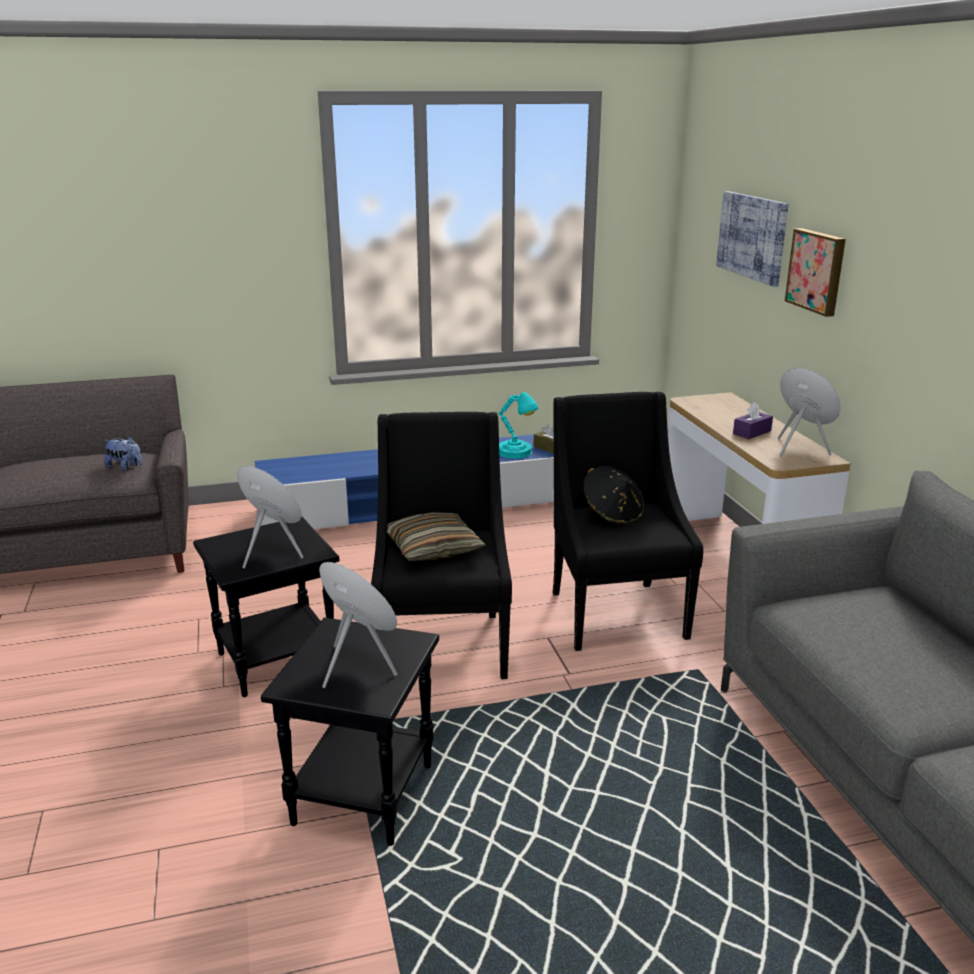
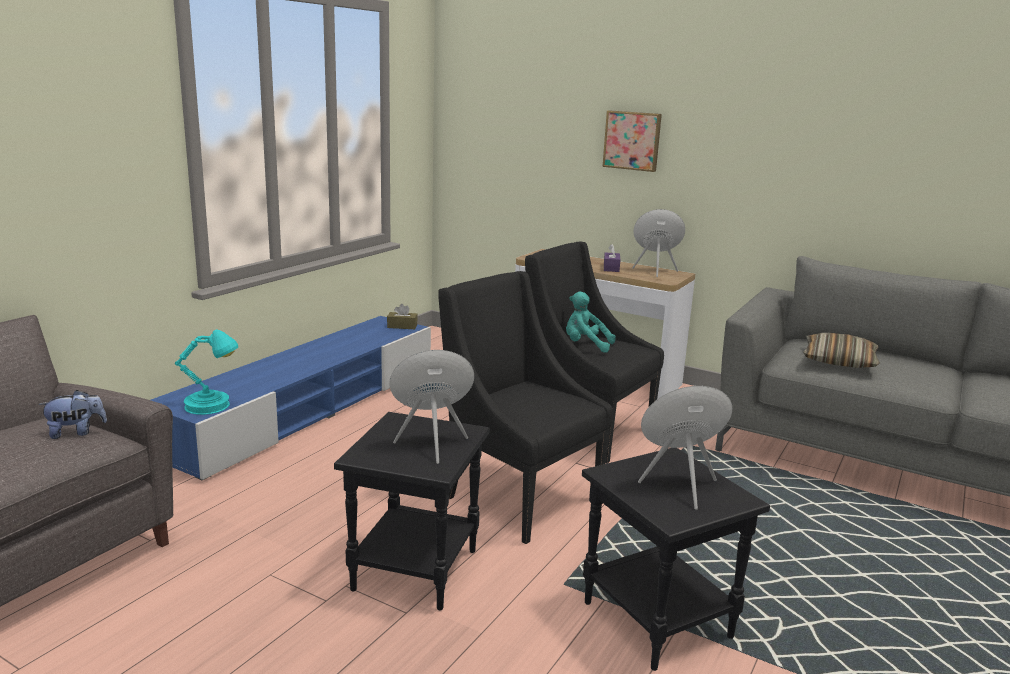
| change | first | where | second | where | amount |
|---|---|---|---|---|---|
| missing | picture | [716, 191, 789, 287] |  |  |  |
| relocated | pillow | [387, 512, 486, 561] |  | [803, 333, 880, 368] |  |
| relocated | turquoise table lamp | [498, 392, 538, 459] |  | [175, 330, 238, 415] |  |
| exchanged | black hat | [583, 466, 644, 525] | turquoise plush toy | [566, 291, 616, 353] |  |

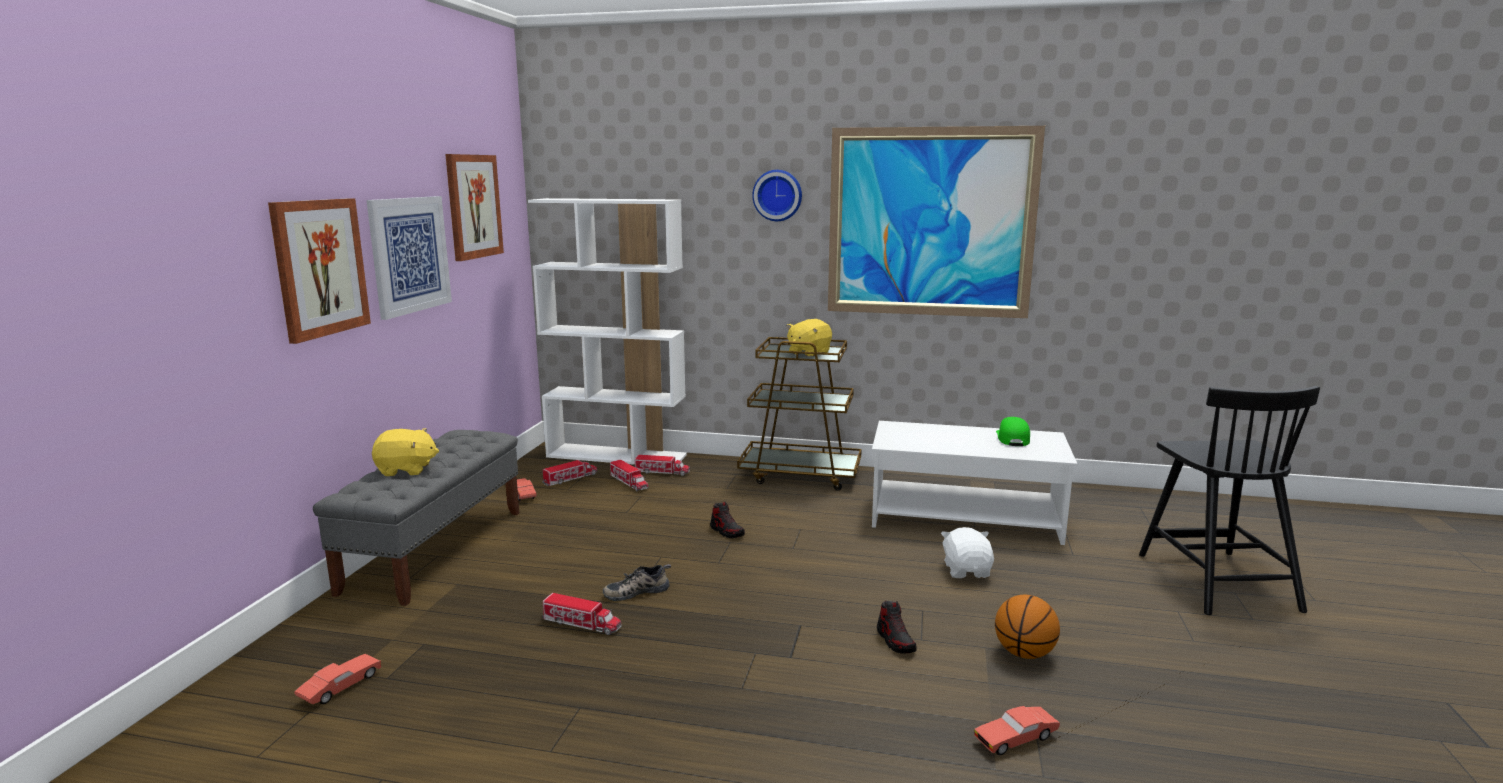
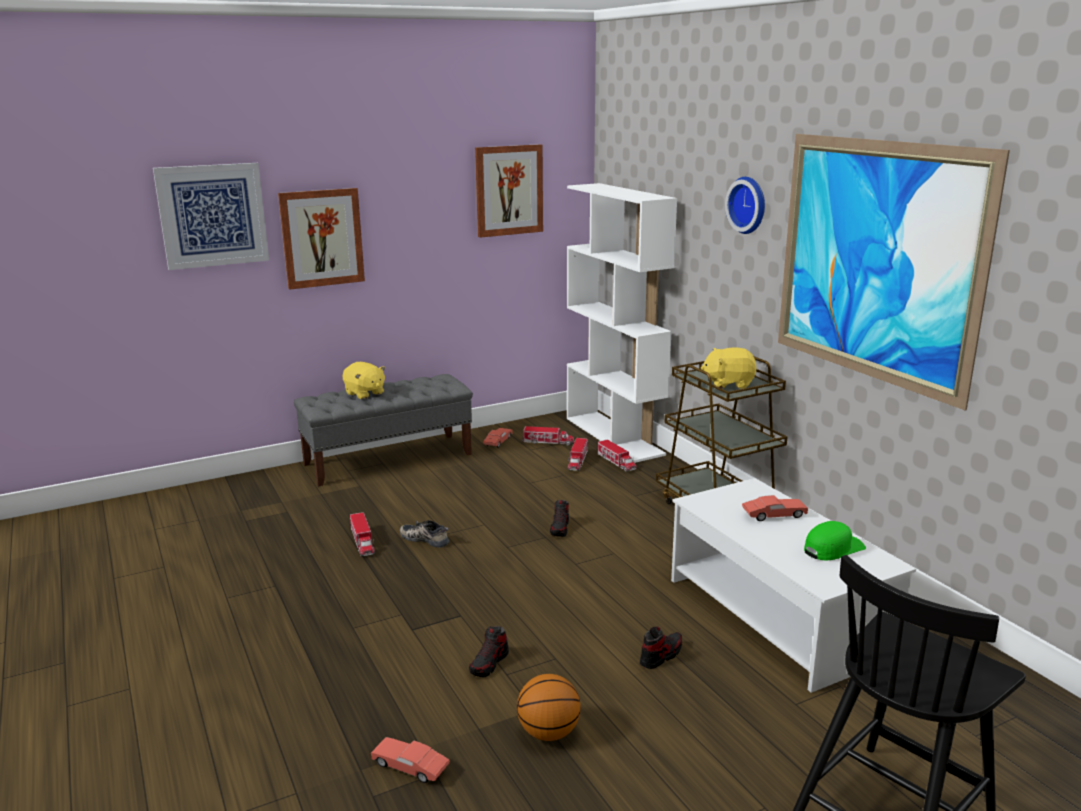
| change | first | where | second | where | amount |
|---|---|---|---|---|---|
| relocated | red toy car | [294, 654, 382, 704] |  | [742, 495, 808, 521] |  |
| relocated | picture | [366, 196, 452, 320] |  | [153, 163, 269, 270] |  |
| exchanged | white plush toy | [941, 527, 994, 578] | shoe | [640, 627, 682, 669] |  |

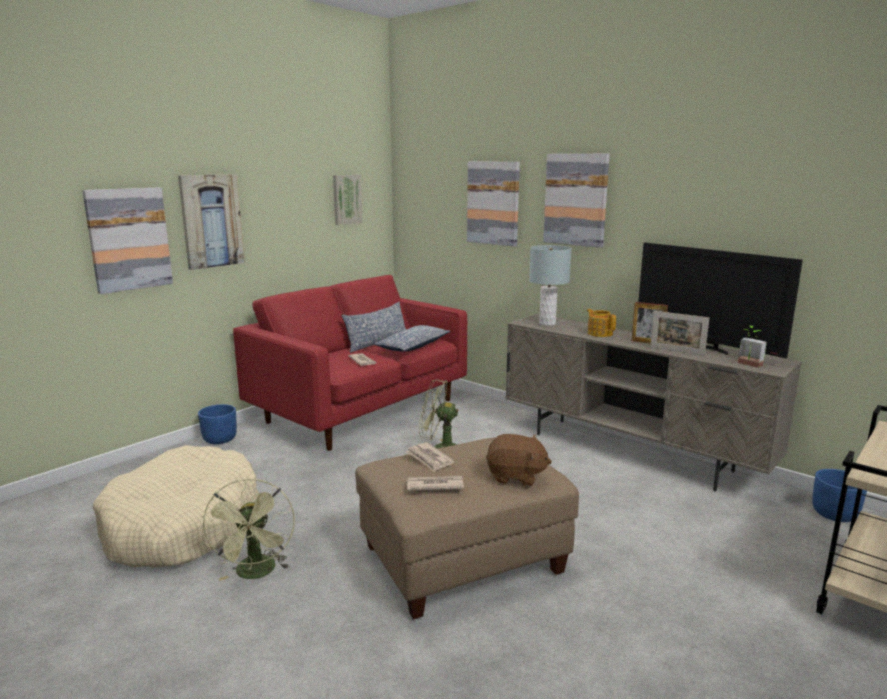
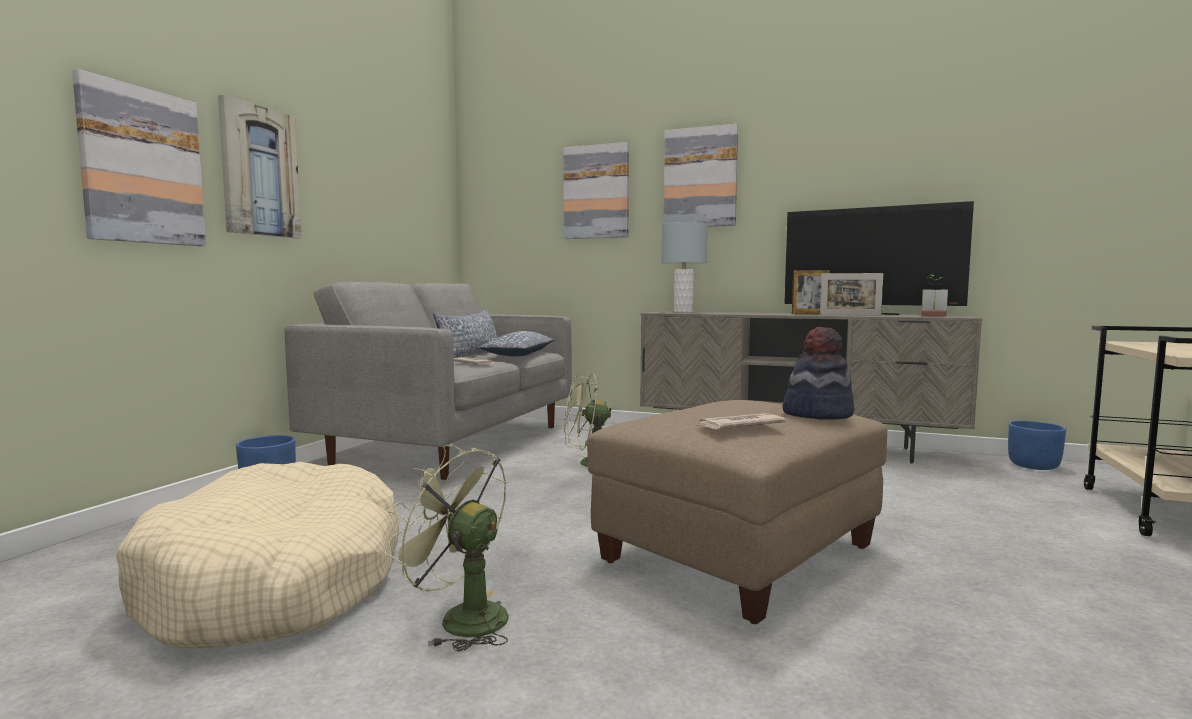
| change | first | where | second | where | amount |
|---|---|---|---|---|---|
| missing | picture | [333, 175, 363, 225] |  |  |  |
| missing | newspaper | [406, 442, 455, 472] |  |  |  |
| missing | teapot | [587, 309, 616, 337] |  |  |  |
| exchanged | brown plush toy | [486, 434, 552, 486] | hat | [782, 327, 854, 420] |  |
| colour | red sofa | [233, 275, 467, 451] | grey sofa | [285, 281, 572, 480] |  |
| spun | green fan | [202, 479, 295, 581] |  | [384, 445, 509, 652] | 150 degrees clockwise |

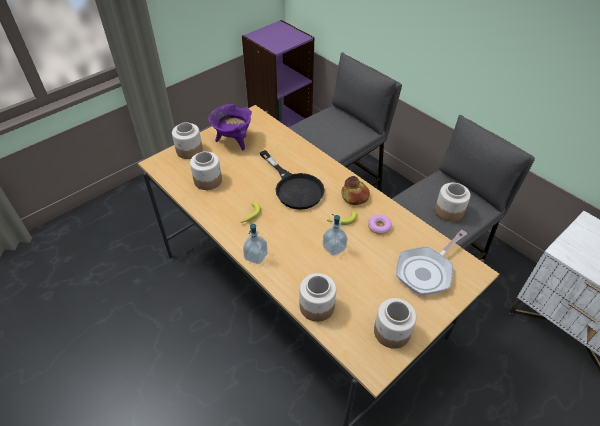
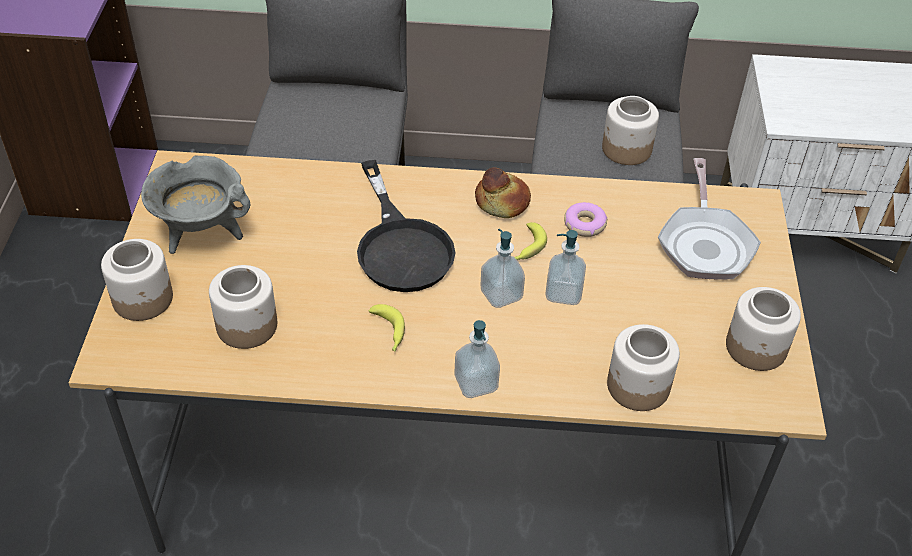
| change | first | where | second | where | amount |
|---|---|---|---|---|---|
| appeared |  |  | soap dispenser | [481, 229, 525, 308] |  |
| colour | purple cooking pot | [208, 104, 252, 150] | grey cooking pot | [141, 155, 251, 254] |  |
| spun | black frying pan | [260, 150, 325, 210] |  | [357, 160, 456, 292] | 60 degrees clockwise |

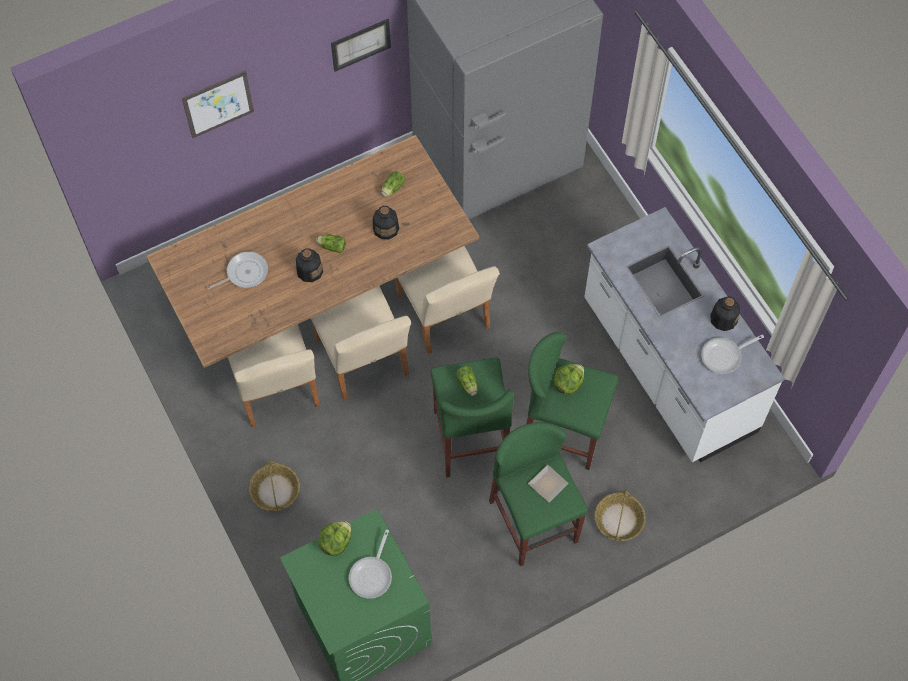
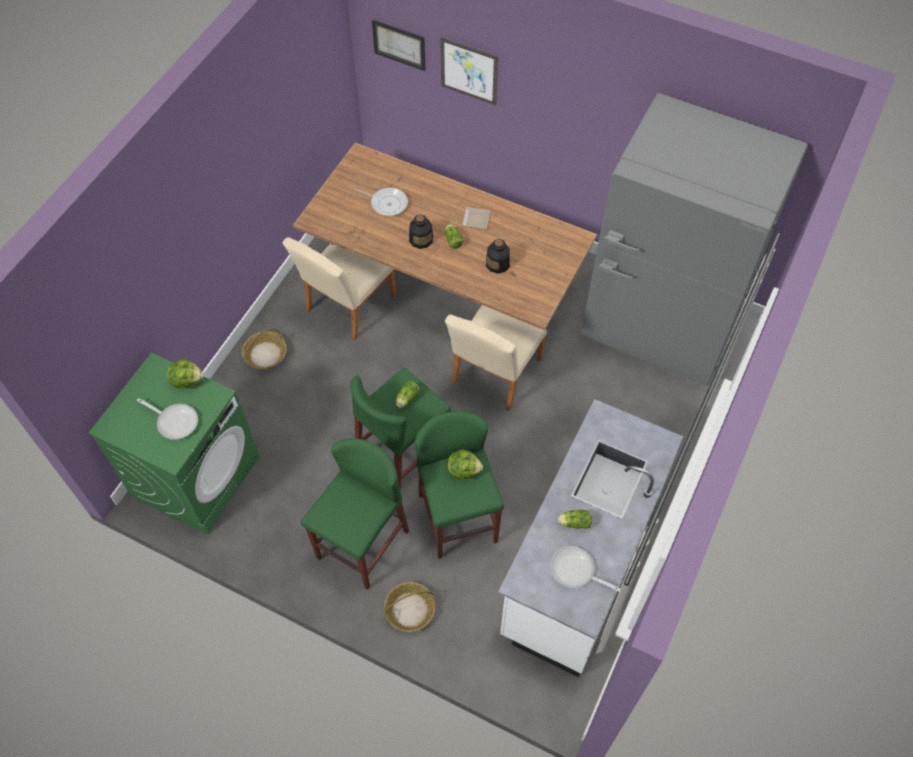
| change | first | where | second | where | amount |
|---|---|---|---|---|---|
| missing | beige chair | [311, 286, 411, 401] |  |  |  |
| missing | bottle | [710, 296, 740, 331] |  |  |  |
| relocated | picture | [331, 19, 391, 72] |  | [372, 20, 425, 71] |  |
| relocated | lettuce | [381, 171, 405, 197] |  | [558, 510, 592, 529] |  |
| relocated | plate | [528, 465, 569, 502] |  | [462, 207, 490, 229] |  |
| spun | frying pan | [349, 529, 392, 598] |  | [137, 398, 198, 440] | 135 degrees counterclockwise |

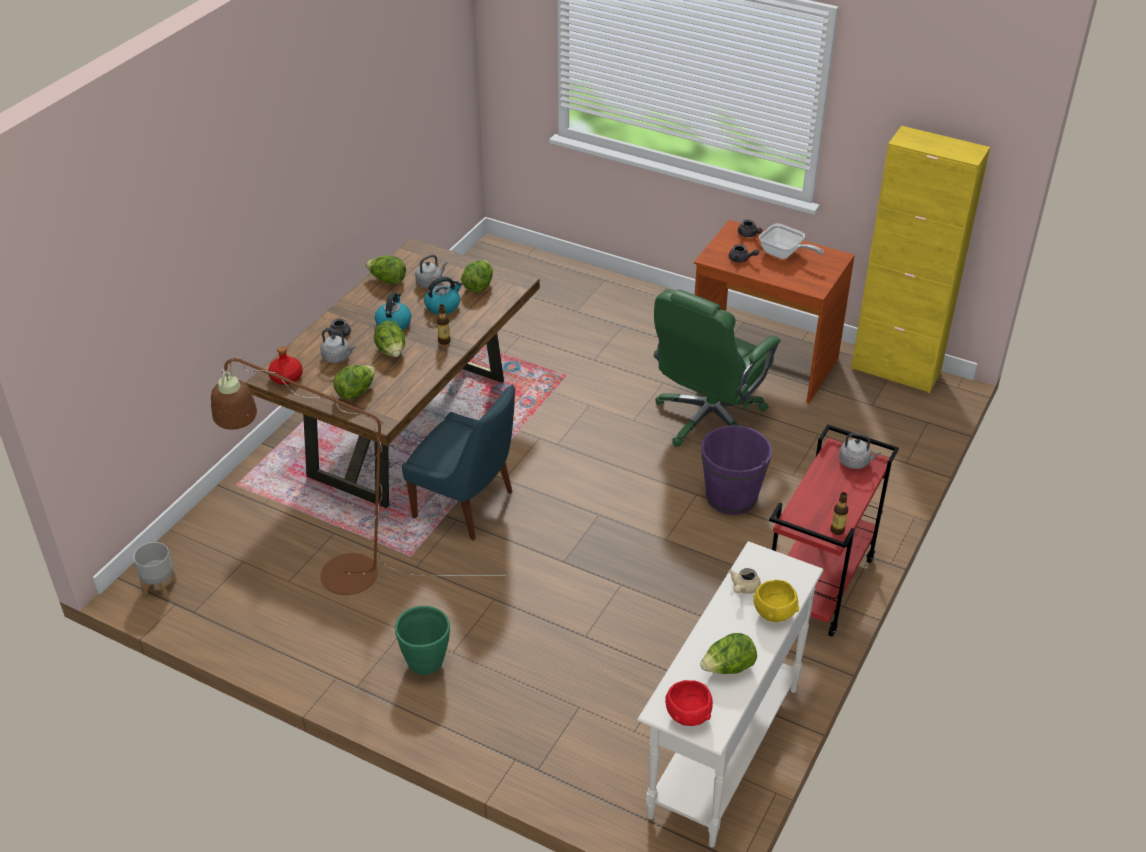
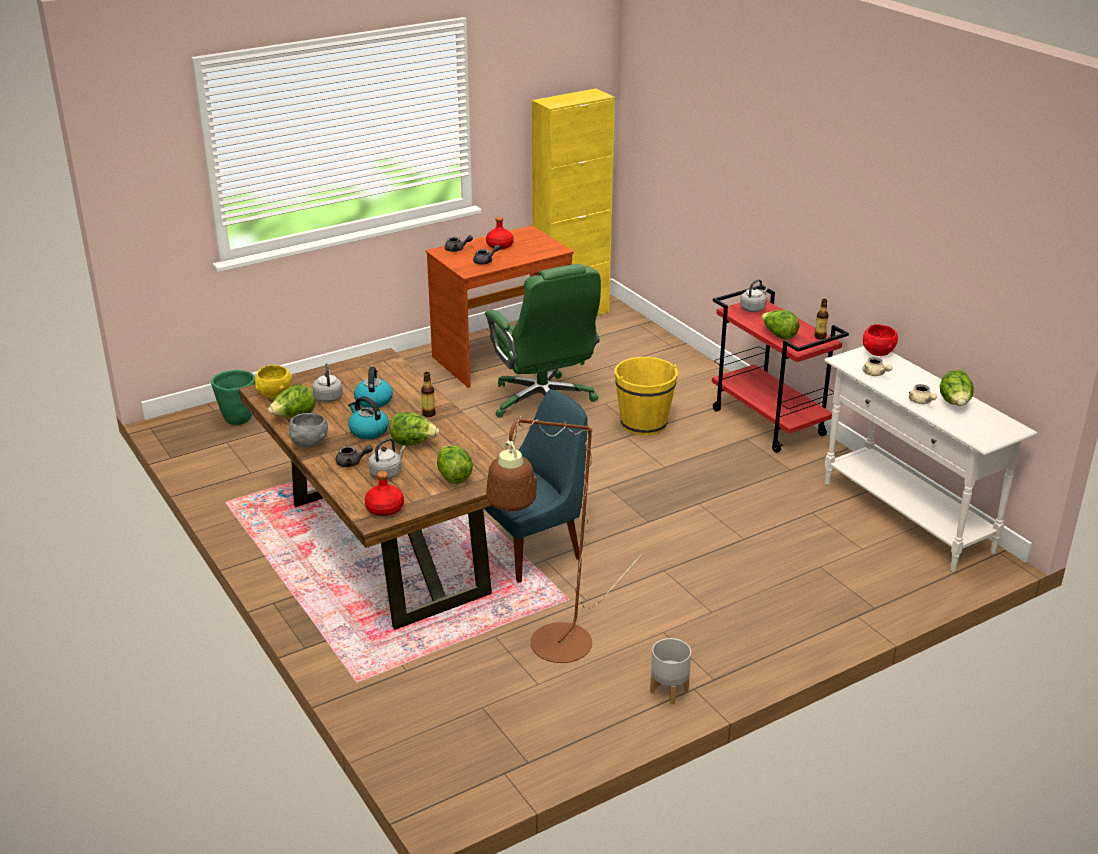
| change | first | where | second | where | amount |
|---|---|---|---|---|---|
| appeared |  |  | grey bowl | [289, 413, 328, 448] |  |
| appeared |  |  | beige teapot | [908, 384, 937, 404] |  |
| relocated | grey planter | [133, 542, 177, 597] |  | [650, 638, 691, 704] |  |
| relocated | green planter | [395, 606, 450, 675] |  | [211, 370, 255, 425] |  |
| relocated | lettuce | [461, 260, 493, 293] |  | [762, 310, 799, 340] |  |
| relocated | red bowl | [665, 680, 713, 726] |  | [863, 324, 898, 356] |  |
| relocated | yellow bowl | [753, 580, 799, 622] |  | [255, 365, 292, 398] |  |
| exchanged | frying pan | [759, 224, 824, 259] | red bottle | [486, 217, 514, 250] |  |
| colour | purple bucket | [701, 425, 772, 515] | yellow bucket | [615, 357, 678, 435] |  |

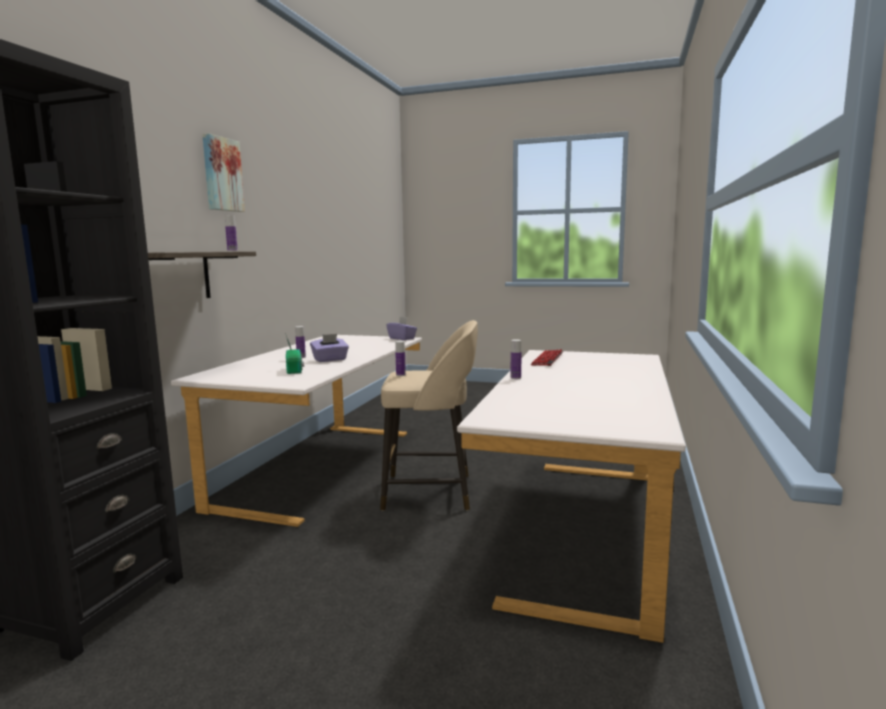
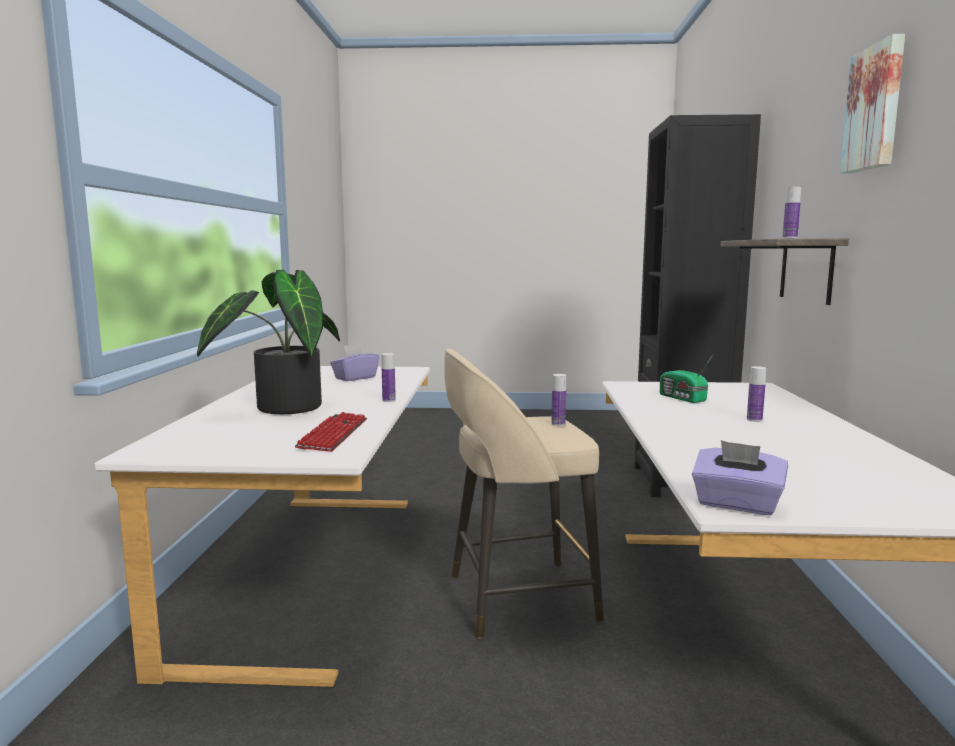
| change | first | where | second | where | amount |
|---|---|---|---|---|---|
| appeared |  |  | potted plant | [197, 270, 340, 414] |  |
| relocated | purple tissue box | [310, 334, 349, 362] |  | [330, 344, 379, 381] |  |

